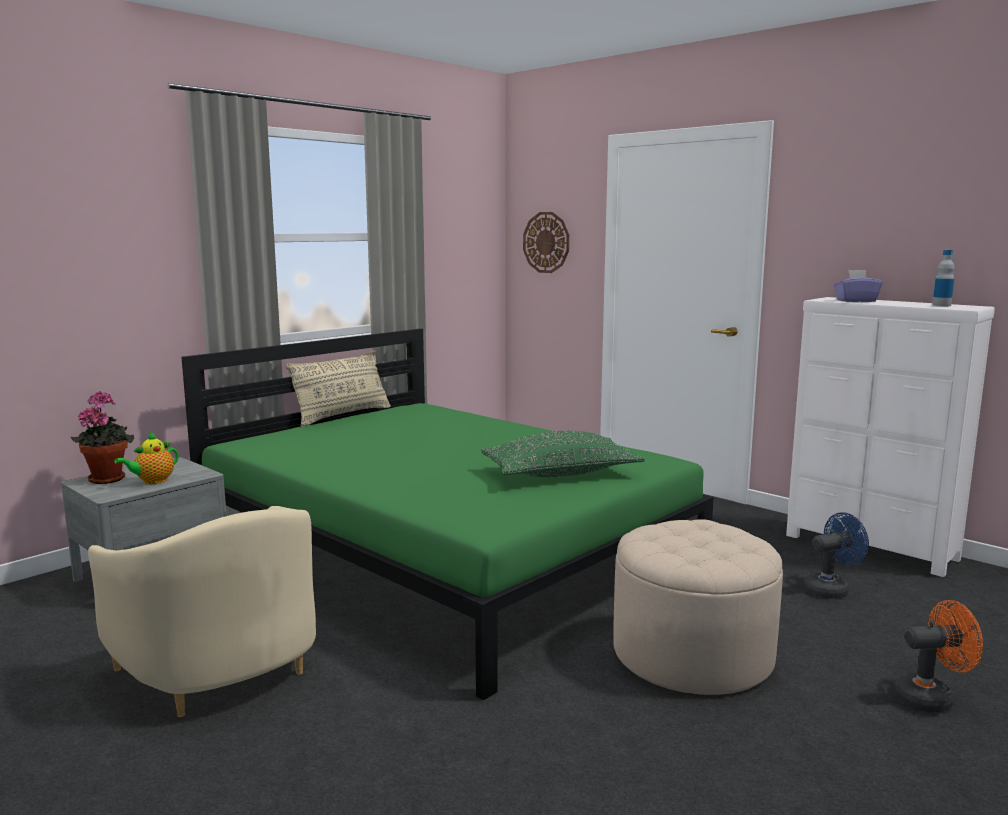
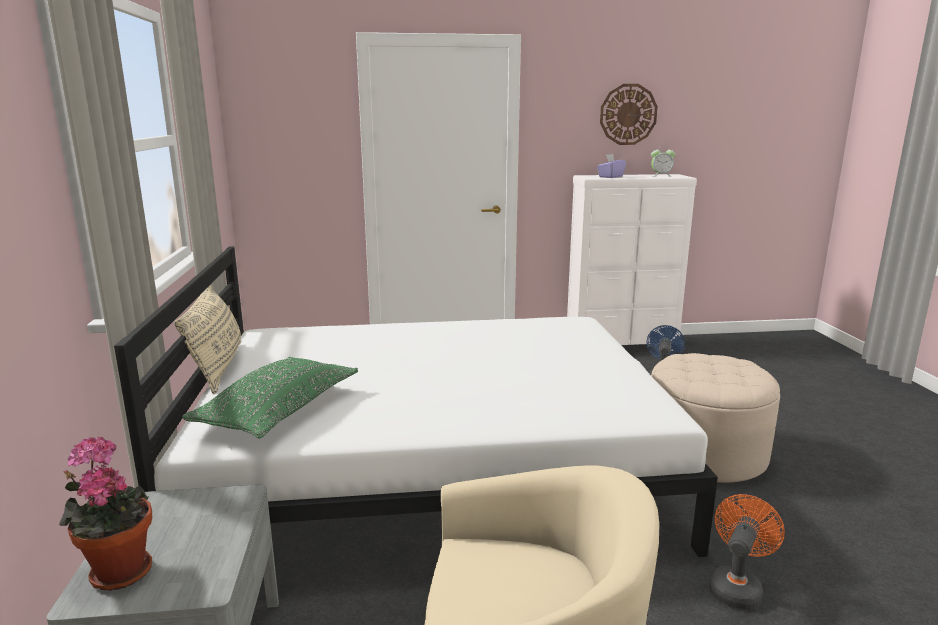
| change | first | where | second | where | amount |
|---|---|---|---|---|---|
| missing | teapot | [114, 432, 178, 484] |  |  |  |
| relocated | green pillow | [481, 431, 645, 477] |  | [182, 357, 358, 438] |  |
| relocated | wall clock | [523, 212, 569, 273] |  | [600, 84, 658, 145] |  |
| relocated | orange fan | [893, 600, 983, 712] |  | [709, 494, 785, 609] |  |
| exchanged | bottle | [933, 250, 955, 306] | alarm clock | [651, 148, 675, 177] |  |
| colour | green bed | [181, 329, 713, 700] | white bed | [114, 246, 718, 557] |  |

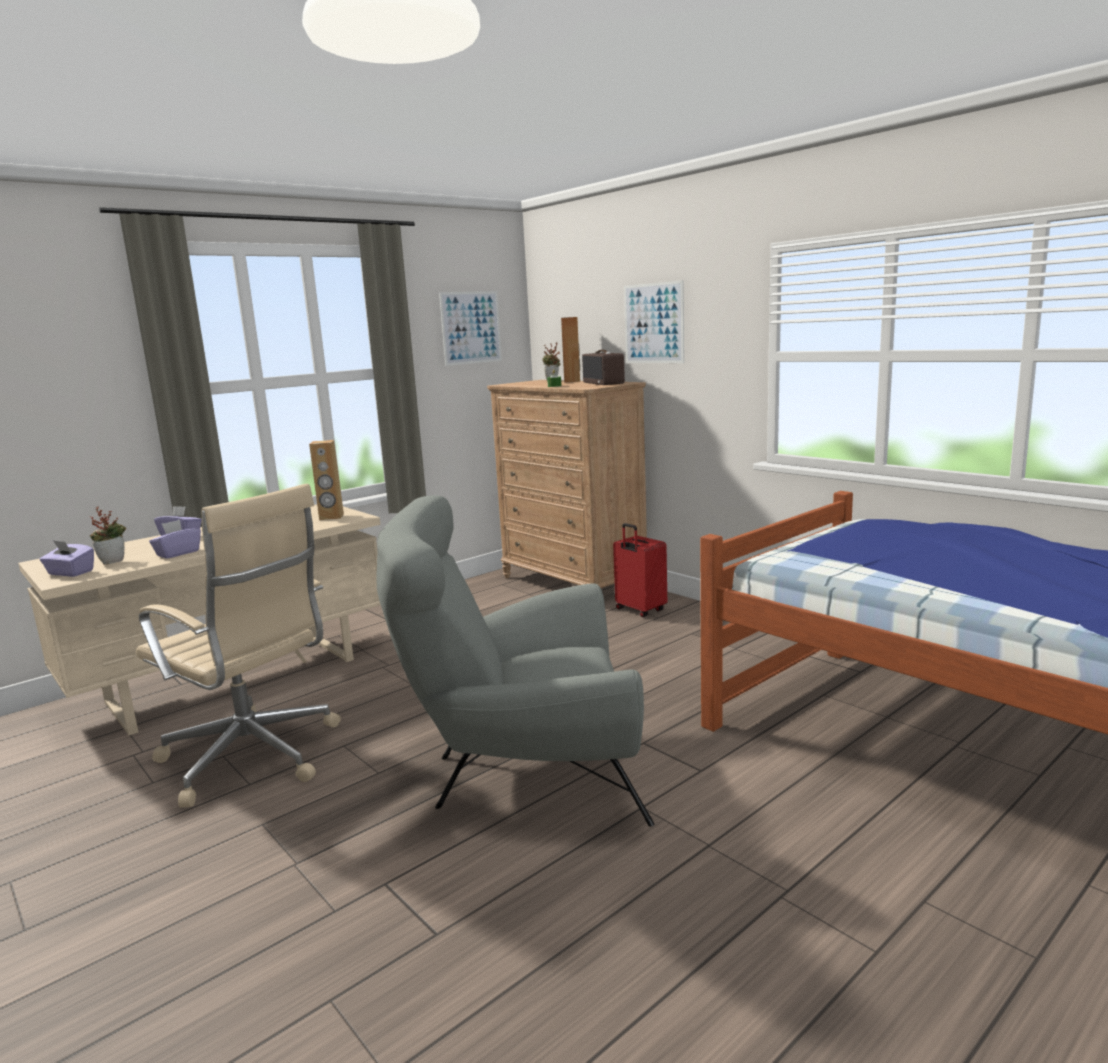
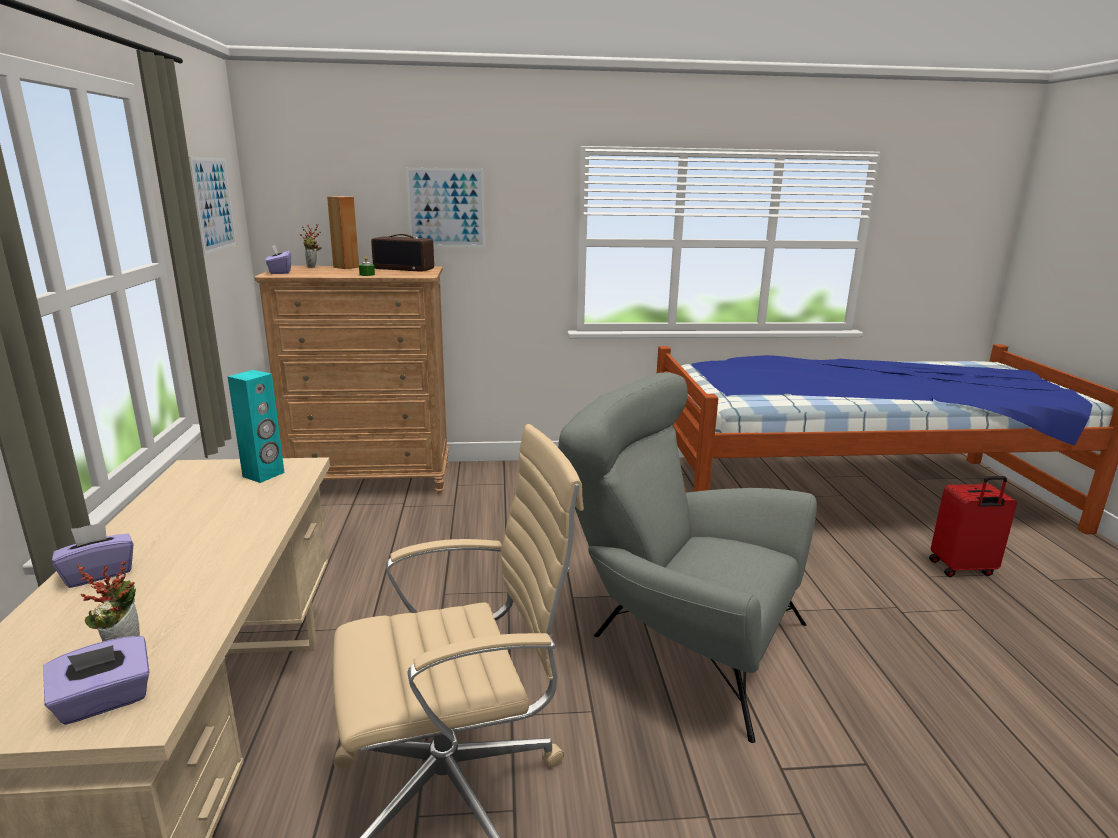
| change | first | where | second | where | amount |
|---|---|---|---|---|---|
| relocated | purple tissue box | [149, 520, 201, 559] |  | [265, 244, 291, 274] |  |
| relocated | red suitcase | [613, 523, 667, 617] |  | [929, 476, 1017, 577] |  |
| colour | brown speaker | [309, 440, 344, 520] | turquoise speaker | [227, 370, 285, 483] |  |
| spun | grey armchair | [377, 495, 655, 826] |  | [558, 372, 817, 743] | 90 degrees clockwise |

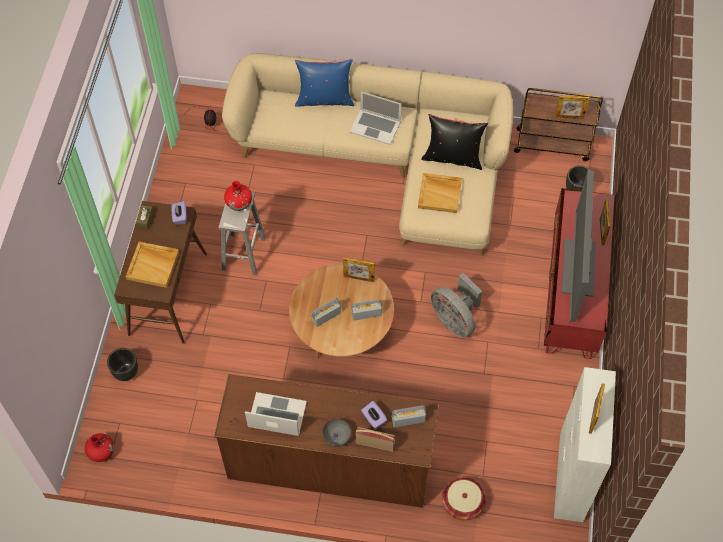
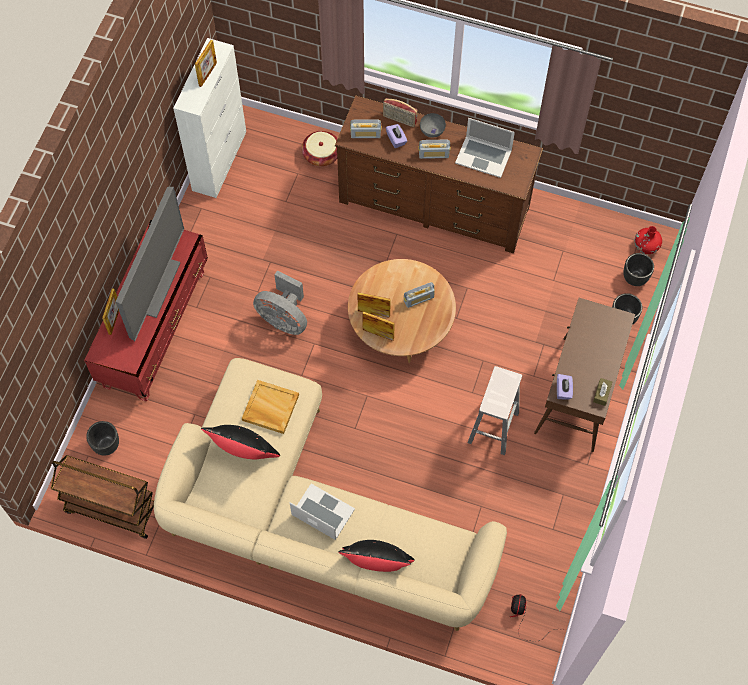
| change | first | where | second | where | amount |
|---|---|---|---|---|---|
| missing | beige tray | [126, 242, 180, 288] |  |  |  |
| missing | red vase | [224, 181, 252, 211] |  |  |  |
| appeared |  |  | black planter | [623, 253, 654, 286] |  |
| relocated | radio | [351, 299, 382, 321] |  | [419, 140, 450, 159] |  |
| relocated | picture frame | [555, 95, 589, 119] |  | [358, 292, 391, 318] |  |
| colour | blue pillow | [295, 59, 354, 107] | black pillow | [338, 540, 415, 572] |  |
| spun | grey fan | [431, 273, 482, 338] |  | [253, 270, 307, 335] | 150 degrees clockwise |

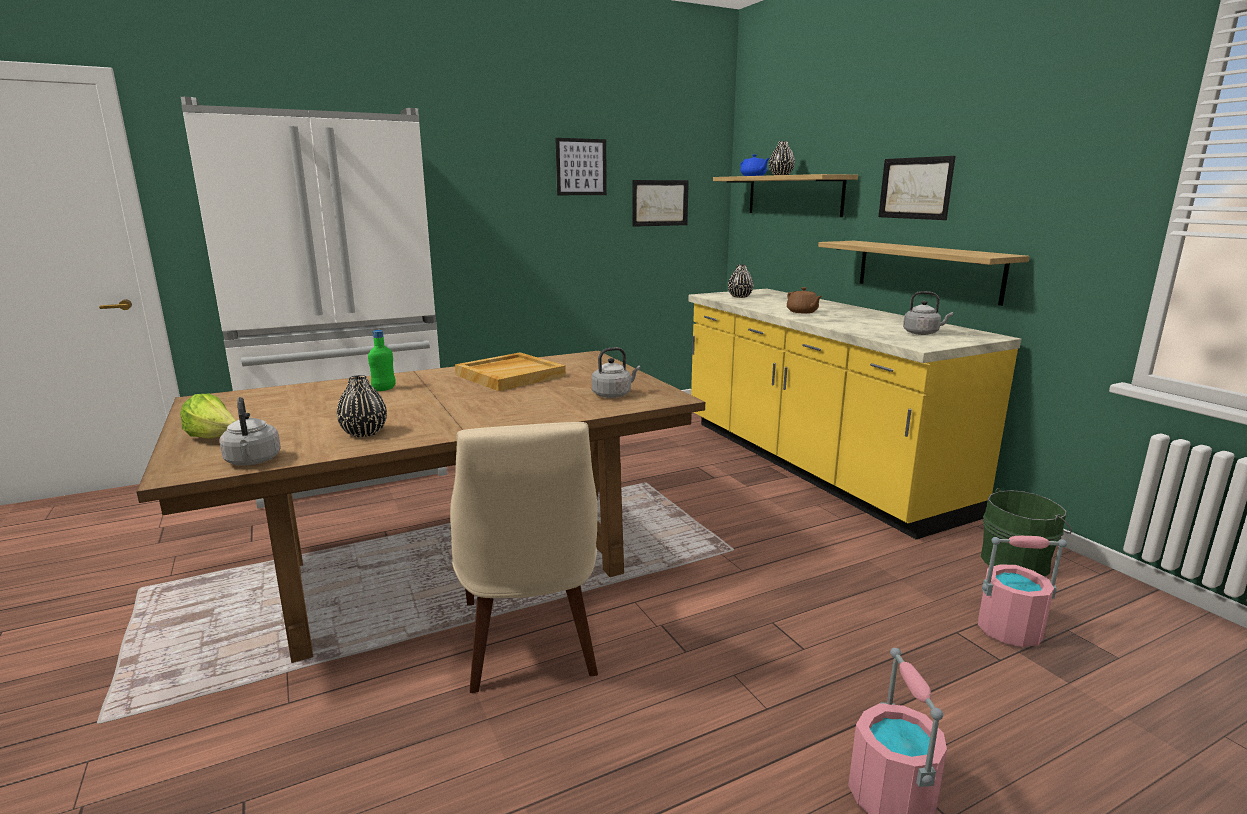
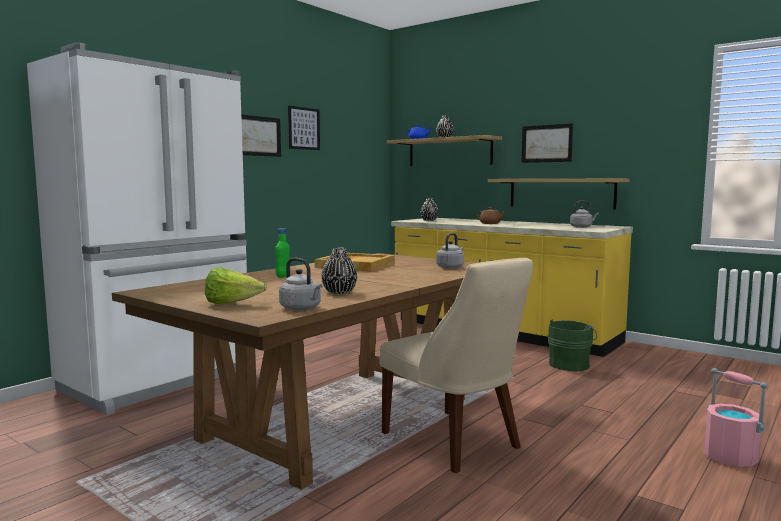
| change | first | where | second | where | amount |
|---|---|---|---|---|---|
| missing | pink bucket | [978, 536, 1067, 647] |  |  |  |
| relocated | picture | [632, 180, 689, 227] |  | [241, 114, 281, 157] |  |
| relocated | green bucket | [981, 488, 1072, 577] |  | [548, 320, 597, 372] |  |

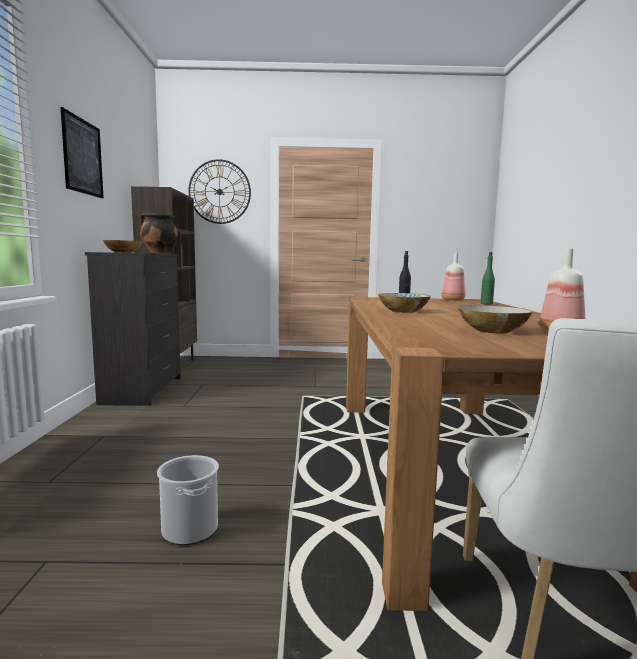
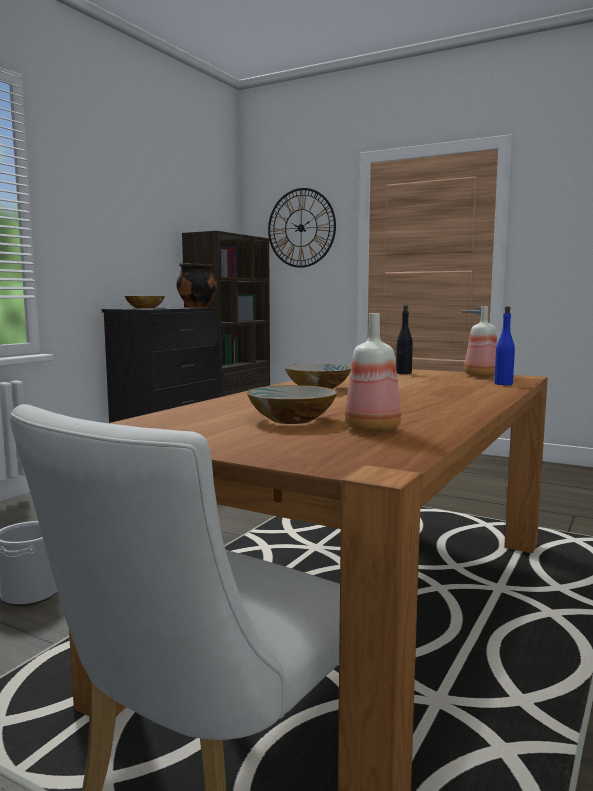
| change | first | where | second | where | amount |
|---|---|---|---|---|---|
| missing | picture | [60, 107, 104, 198] |  |  |  |
| colour | green bottle | [481, 252, 495, 305] | blue bottle | [494, 306, 515, 385] |  |

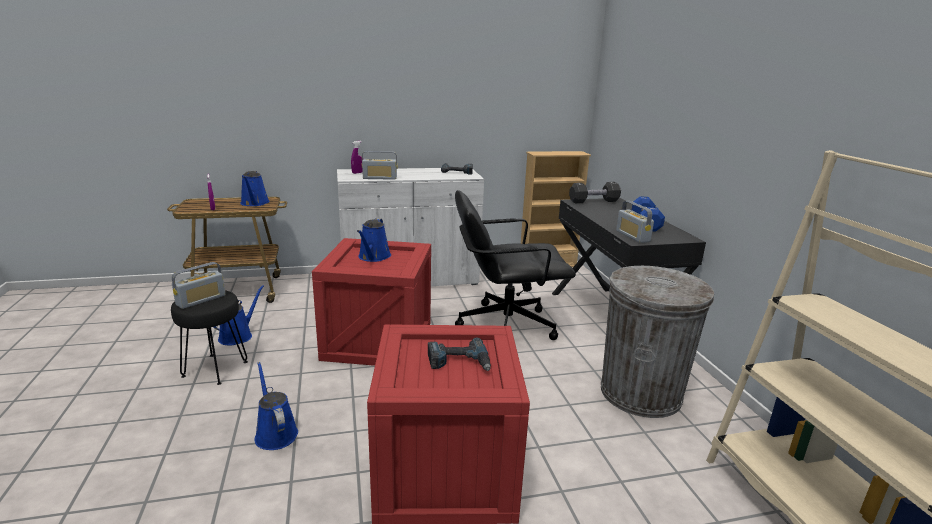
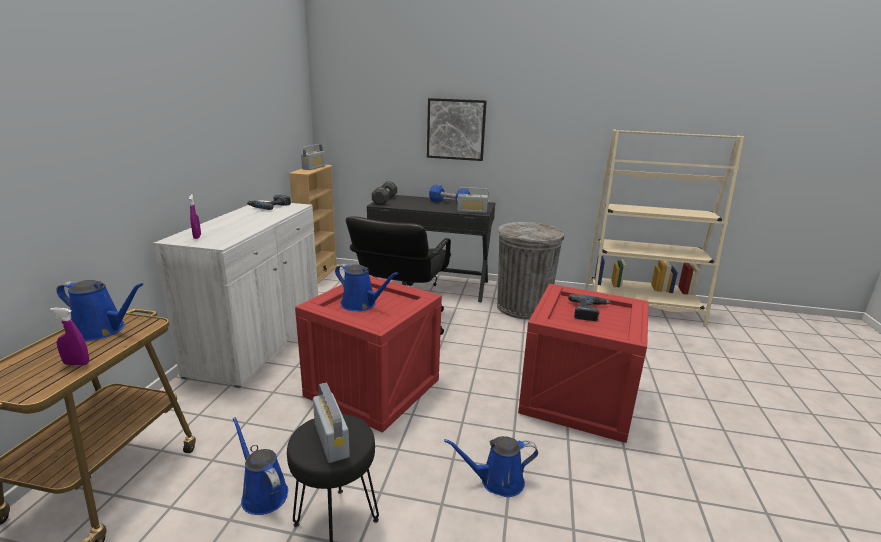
| change | first | where | second | where | amount |
|---|---|---|---|---|---|
| appeared |  |  | picture | [427, 98, 487, 161] |  |
| relocated | radio | [362, 151, 398, 180] |  | [301, 144, 325, 170] |  |

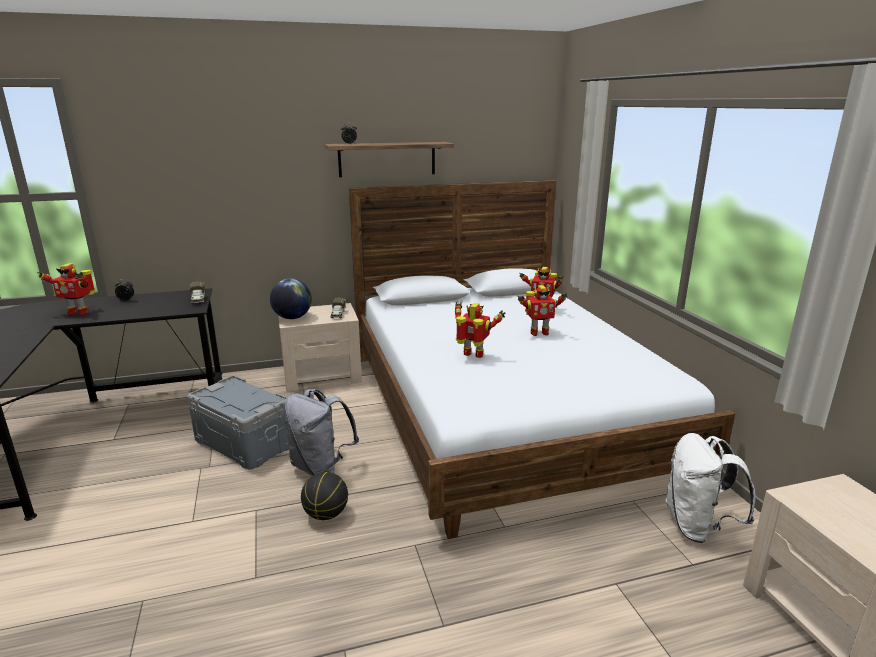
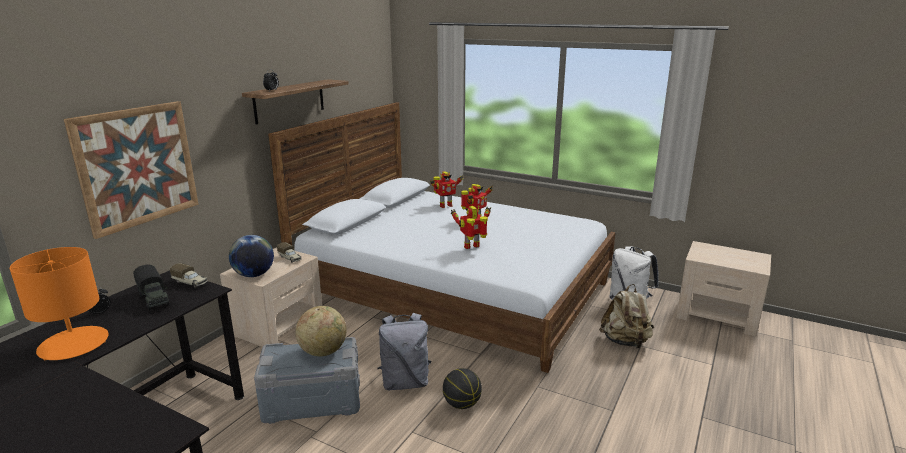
| change | first | where | second | where | amount |
|---|---|---|---|---|---|
| appeared |  |  | picture | [64, 101, 199, 239] |  |
| appeared |  |  | toy truck | [133, 264, 169, 310] |  |
| appeared |  |  | globe | [296, 306, 347, 356] |  |
| appeared |  |  | beige backpack | [599, 284, 654, 349] |  |
| exchanged | toy robot | [37, 263, 95, 316] | orange table lamp | [10, 247, 109, 361] |  |

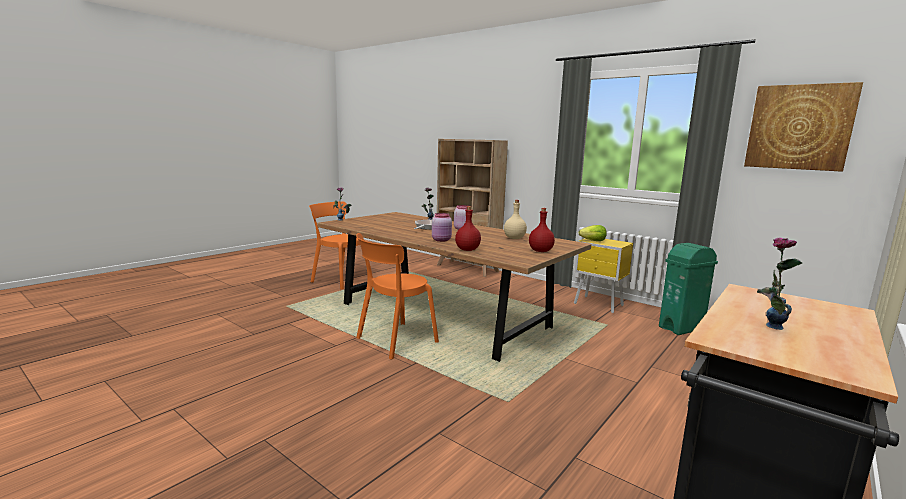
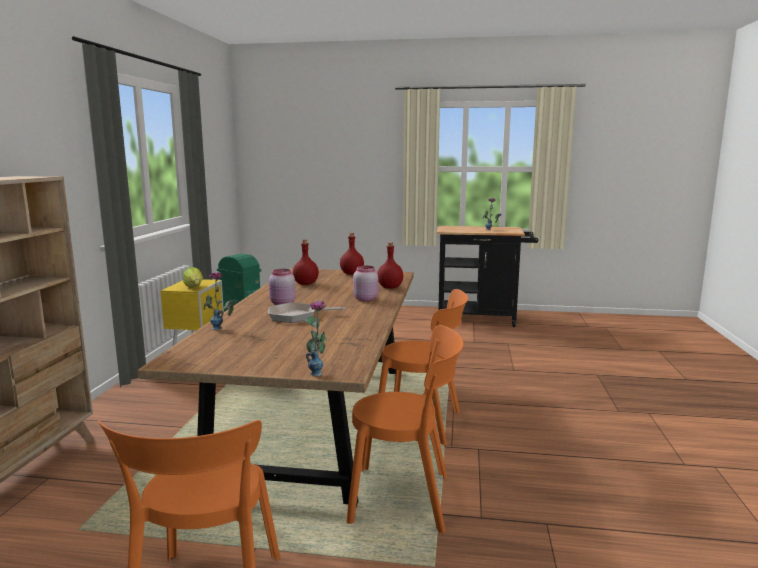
| change | first | where | second | where | amount |
|---|---|---|---|---|---|
| missing | picture | [744, 82, 863, 172] |  |  |  |
| appeared |  |  | orange chair | [346, 325, 464, 533] |  |
| colour | beige bottle | [504, 200, 527, 239] | red bottle | [293, 240, 319, 285] |  |

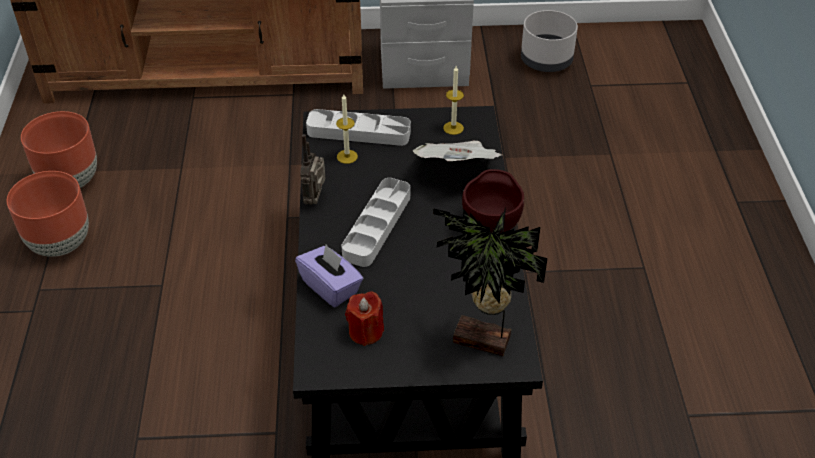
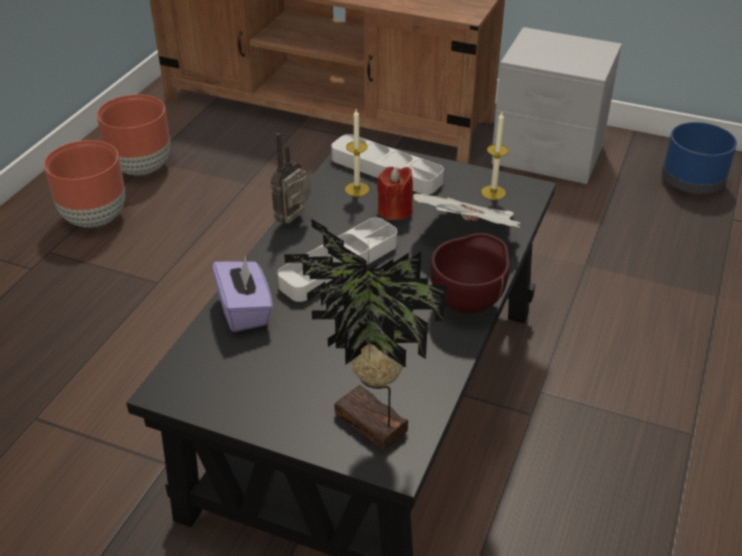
| change | first | where | second | where | amount |
|---|---|---|---|---|---|
| relocated | red candle | [345, 292, 384, 346] |  | [377, 167, 413, 220] |  |
| colour | grey planter | [521, 10, 578, 72] | blue planter | [662, 122, 737, 194] |  |

